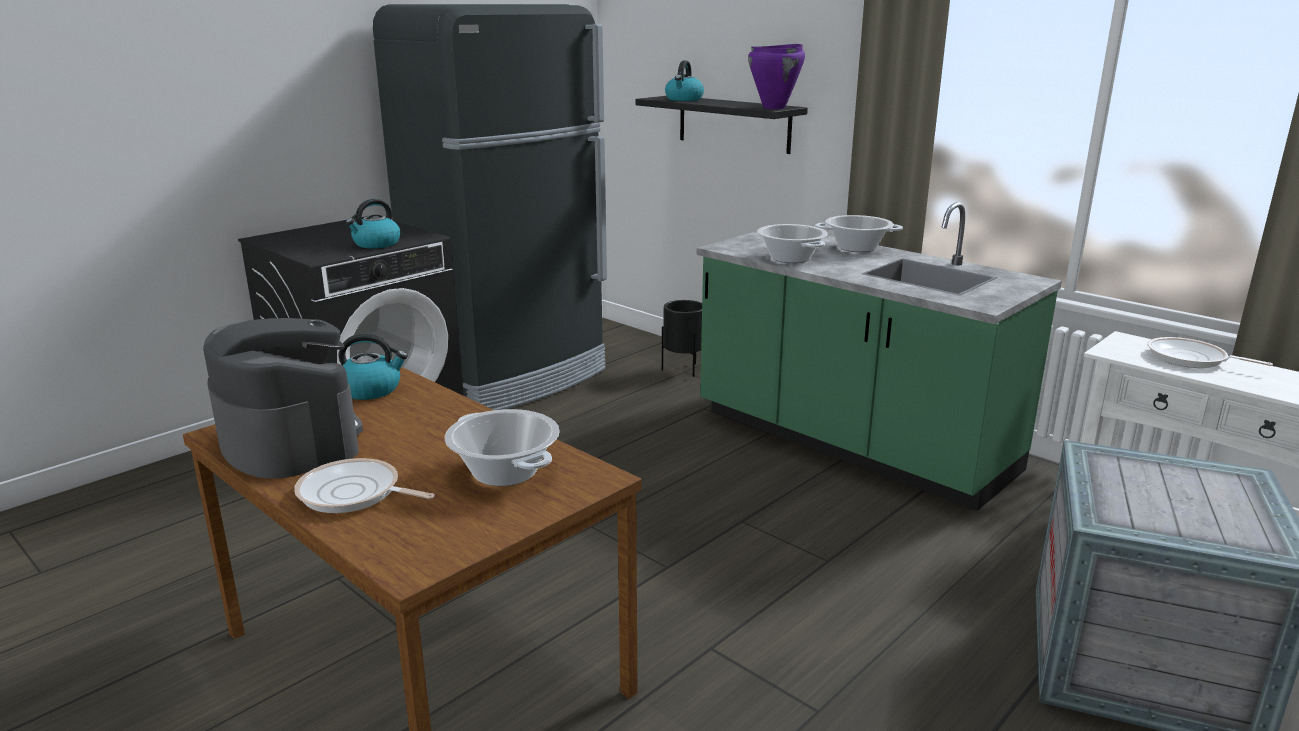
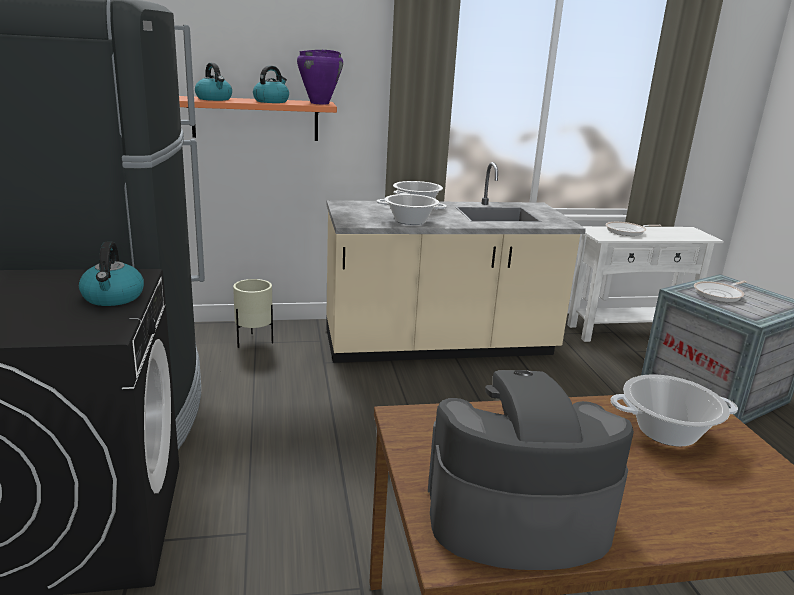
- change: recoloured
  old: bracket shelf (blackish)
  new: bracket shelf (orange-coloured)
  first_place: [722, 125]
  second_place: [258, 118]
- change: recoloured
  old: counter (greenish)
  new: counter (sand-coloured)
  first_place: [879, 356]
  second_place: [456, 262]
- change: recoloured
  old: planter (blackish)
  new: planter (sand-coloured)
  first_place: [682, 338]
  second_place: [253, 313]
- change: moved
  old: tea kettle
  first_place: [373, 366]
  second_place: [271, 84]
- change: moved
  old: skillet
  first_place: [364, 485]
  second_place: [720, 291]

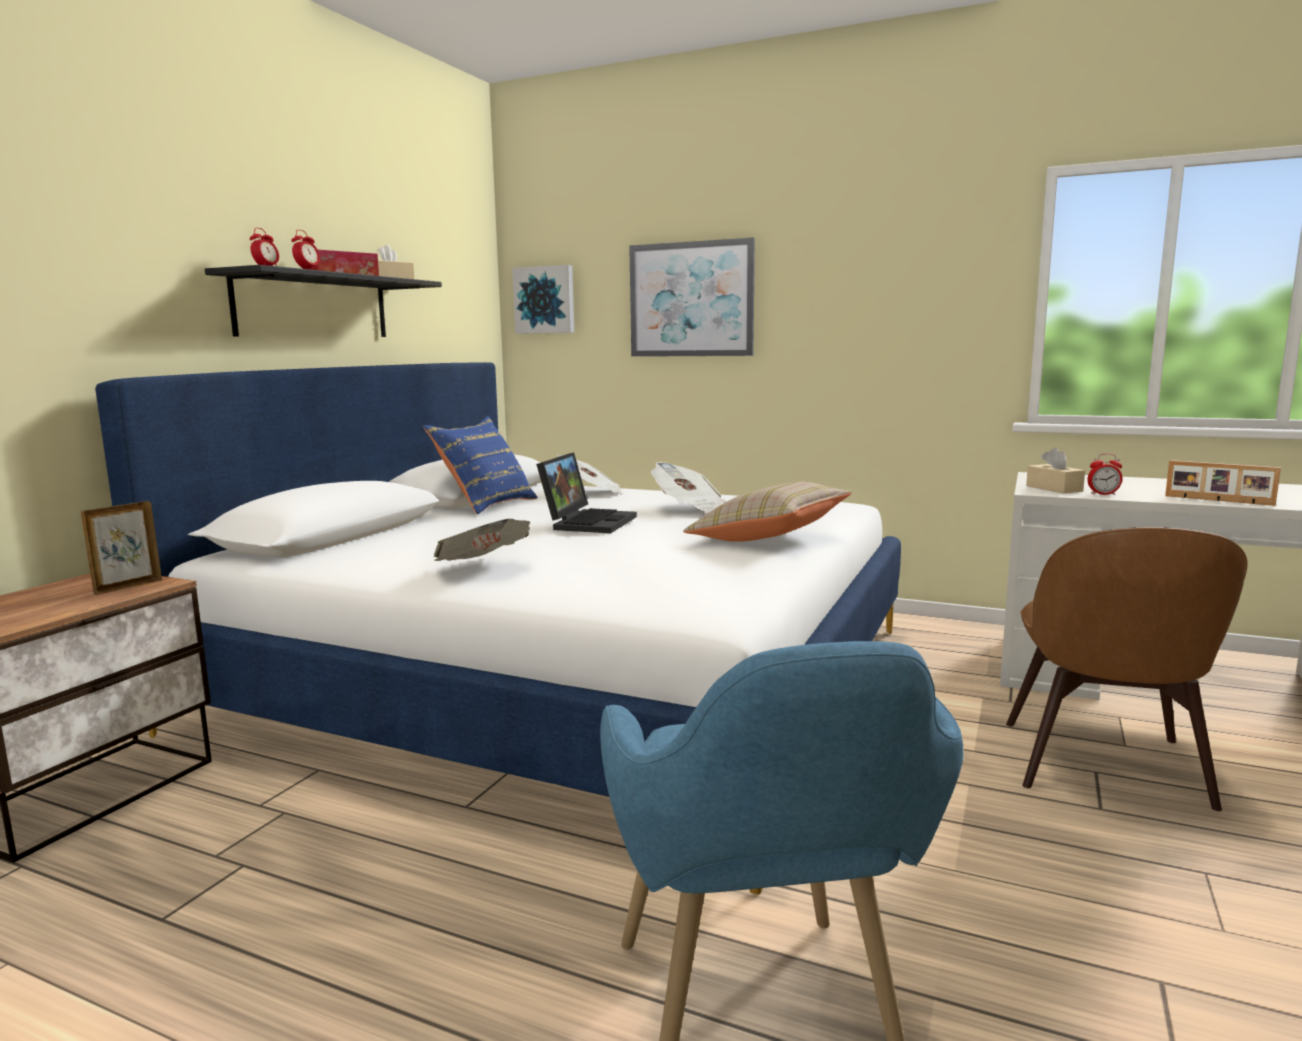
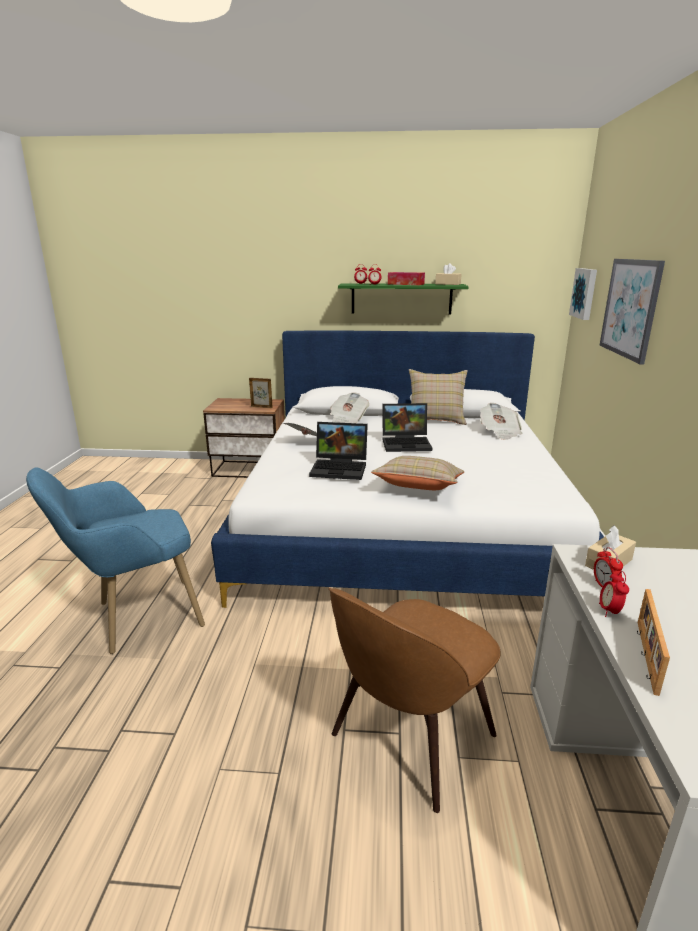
- change: recoloured
  old: bracket shelf (blackish)
  new: bracket shelf (greenish)
  first_place: [323, 301]
  second_place: [403, 298]
- change: recoloured
  old: pillow (blue)
  new: pillow (sand-coloured)
  first_place: [480, 465]
  second_place: [438, 397]
- change: moved
  old: newspaper
  first_place: [688, 487]
  second_place: [349, 407]
- change: turned
  old: plain chair (brownish)
  first_place: [1127, 669]
  second_place: [414, 700]
  degrees: -45
- change: added
  new: laptop
  second_place: [338, 451]
- change: added
  new: bedside clock
  second_place: [614, 594]

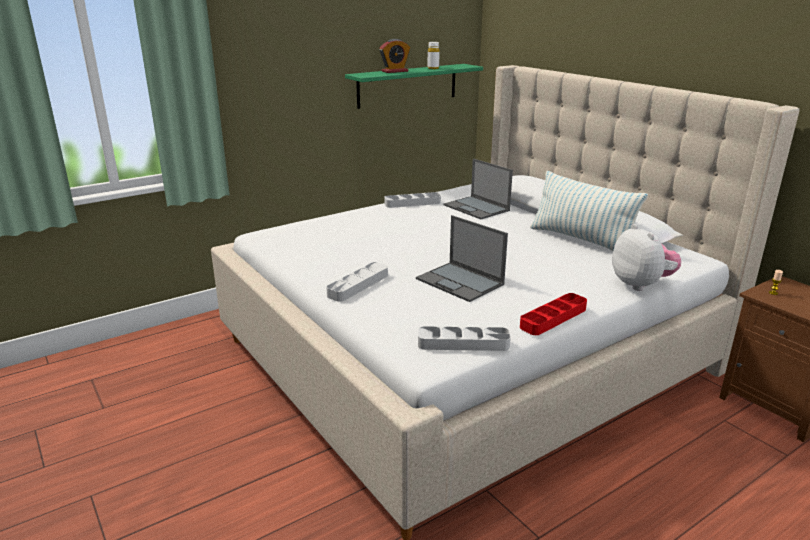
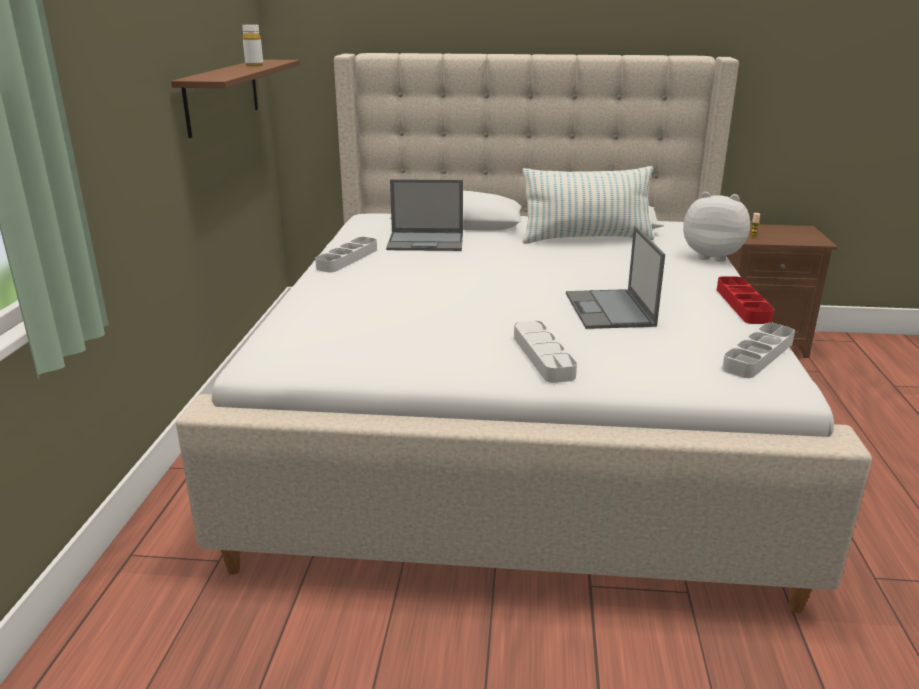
- change: removed
  old: bedside clock
  first_place: [394, 56]
- change: recoloured
  old: bracket shelf (greenish)
  new: bracket shelf (brownish)
  first_place: [414, 86]
  second_place: [235, 99]
- change: turned
  old: laptop
  first_place: [462, 258]
  second_place: [615, 277]
  degrees: 90

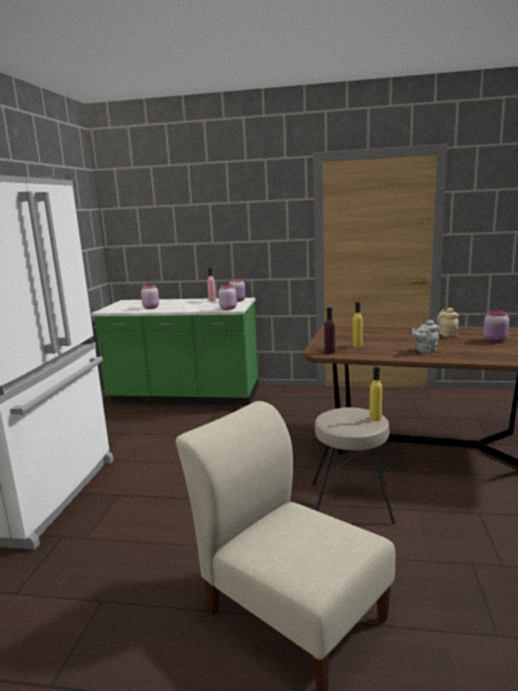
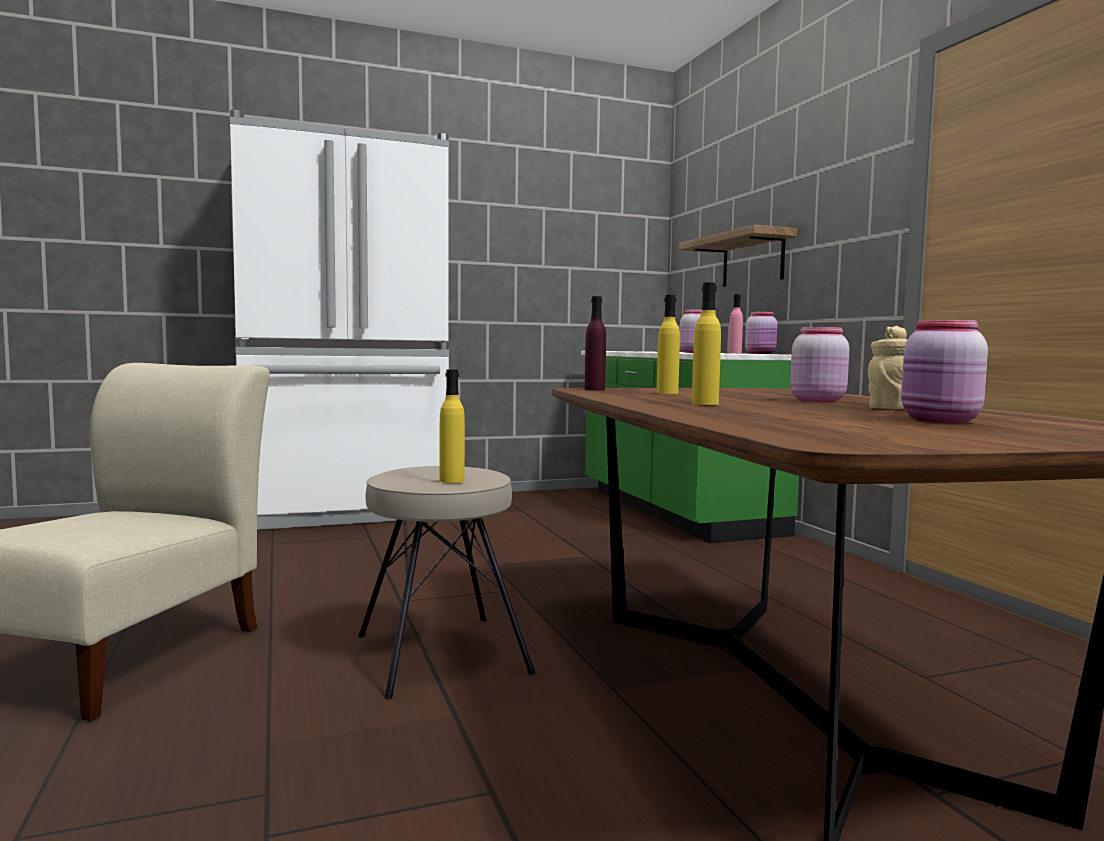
- change: moved
  old: preserve jar (pinkish)
  first_place: [150, 297]
  second_place: [819, 364]
- change: replaced
  old: tea pot (greyish)
  new: drink bottle (yellowish)
  first_place: [425, 336]
  second_place: [706, 343]
- change: added
  new: bracket shelf
  second_place: [738, 256]

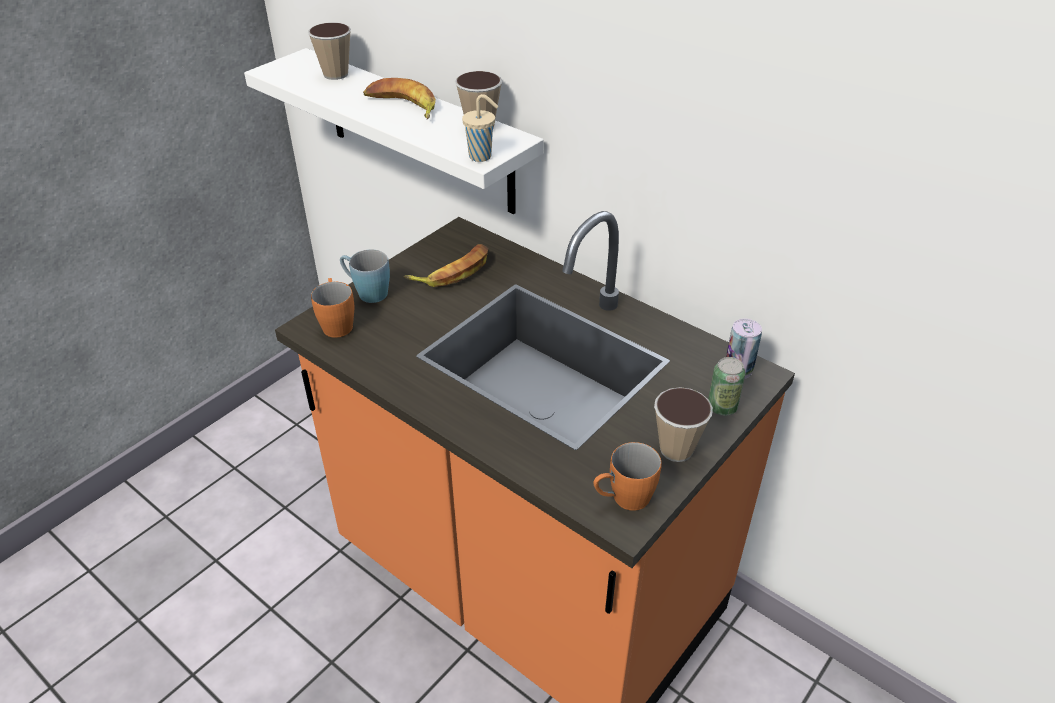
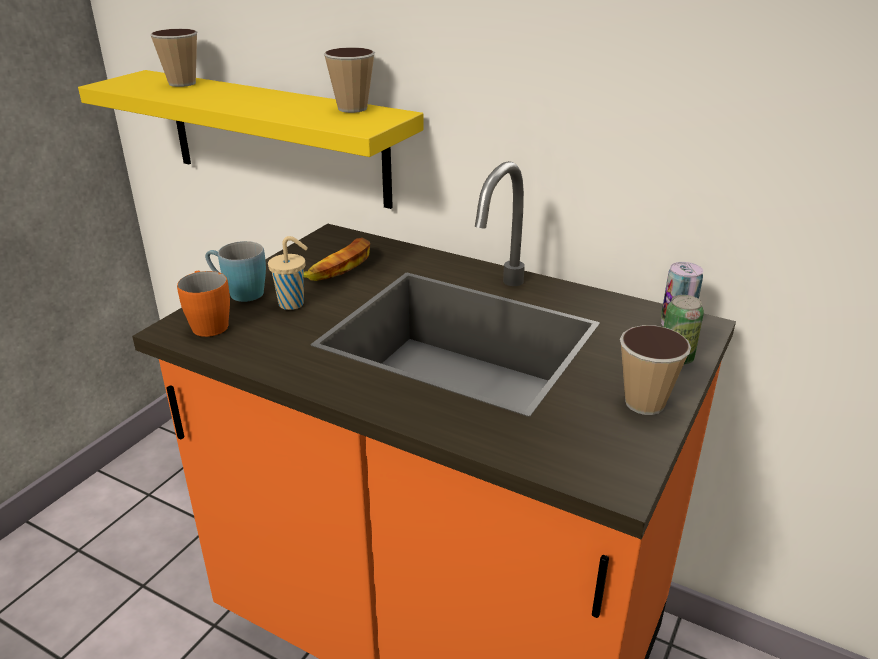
- change: recoloured
  old: bracket shelf (white)
  new: bracket shelf (yellowish)
  first_place: [393, 131]
  second_place: [251, 139]
- change: removed
  old: banana
  first_place: [399, 98]
- change: moved
  old: small cup (sand-coloured)
  first_place: [480, 128]
  second_place: [288, 273]
- change: removed
  old: mug (orange-coloured)
  first_place: [628, 476]

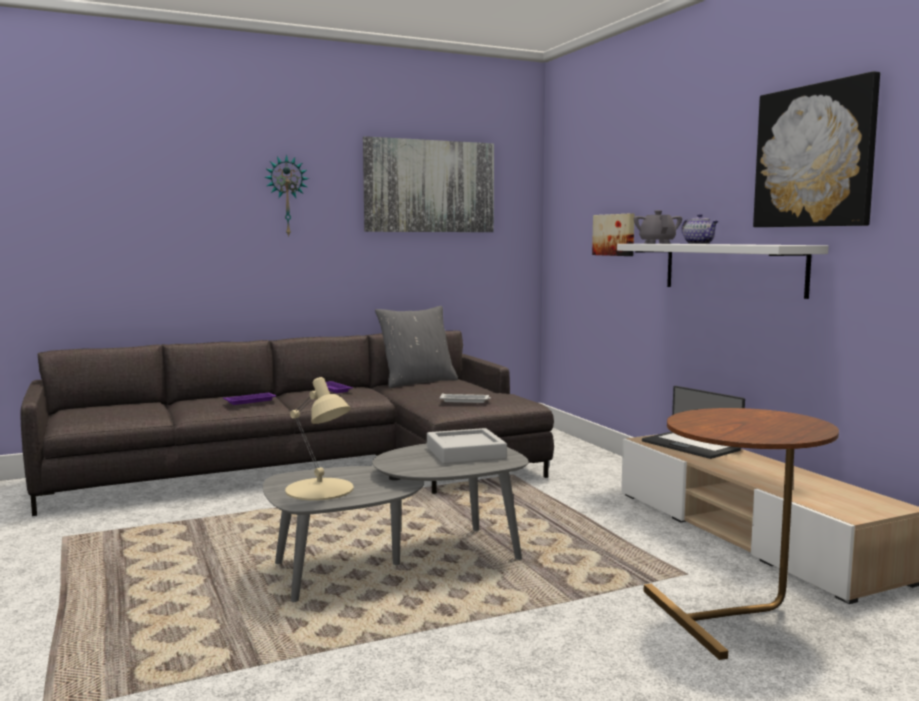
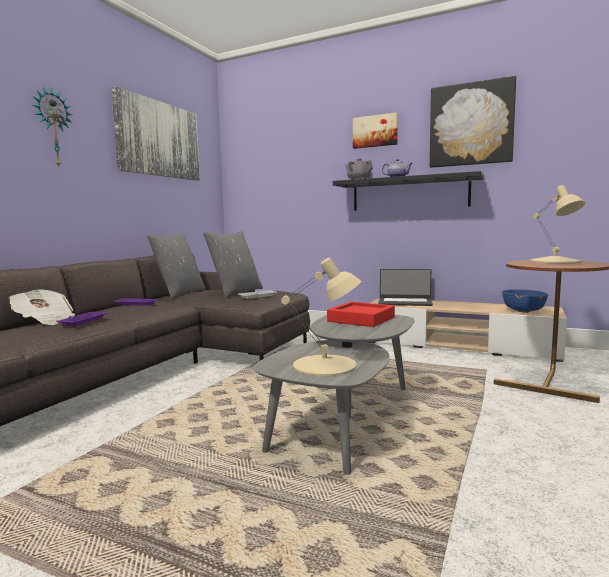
- change: moved
  old: wall art
  first_place: [613, 234]
  second_place: [375, 130]
- change: recoloured
  old: bracket shelf (white)
  new: bracket shelf (blackish)
  first_place: [723, 271]
  second_place: [408, 190]
- change: recoloured
  old: serving tray (greyish)
  new: serving tray (red-coloured)
  first_place: [467, 446]
  second_place: [361, 314]
- change: added
  new: tabletop lamp (sand-coloured)
  second_place: [557, 224]
- change: added
  new: pillow (greyish)
  second_place: [233, 264]
- change: added
  new: newspaper
  second_place: [42, 307]
- change: added
  new: bowl (blue)
  second_place: [525, 301]

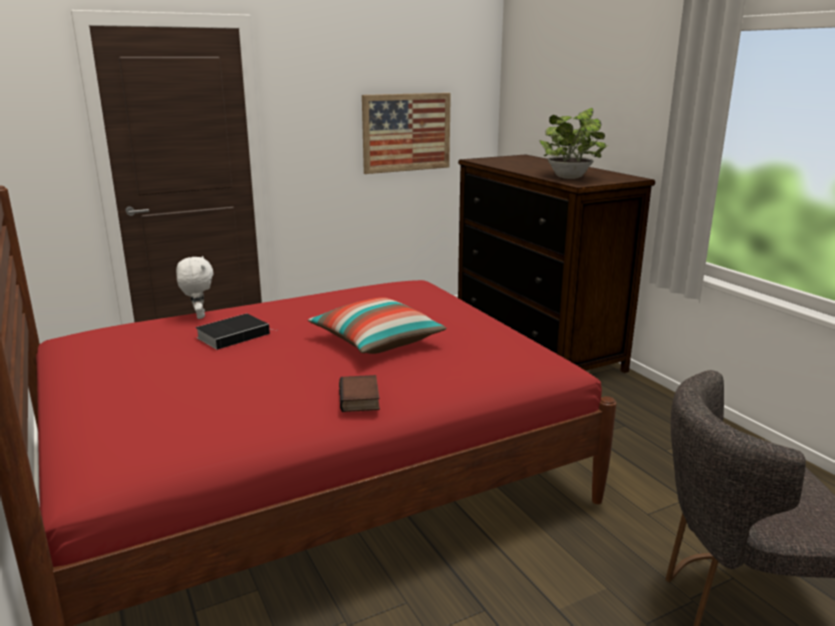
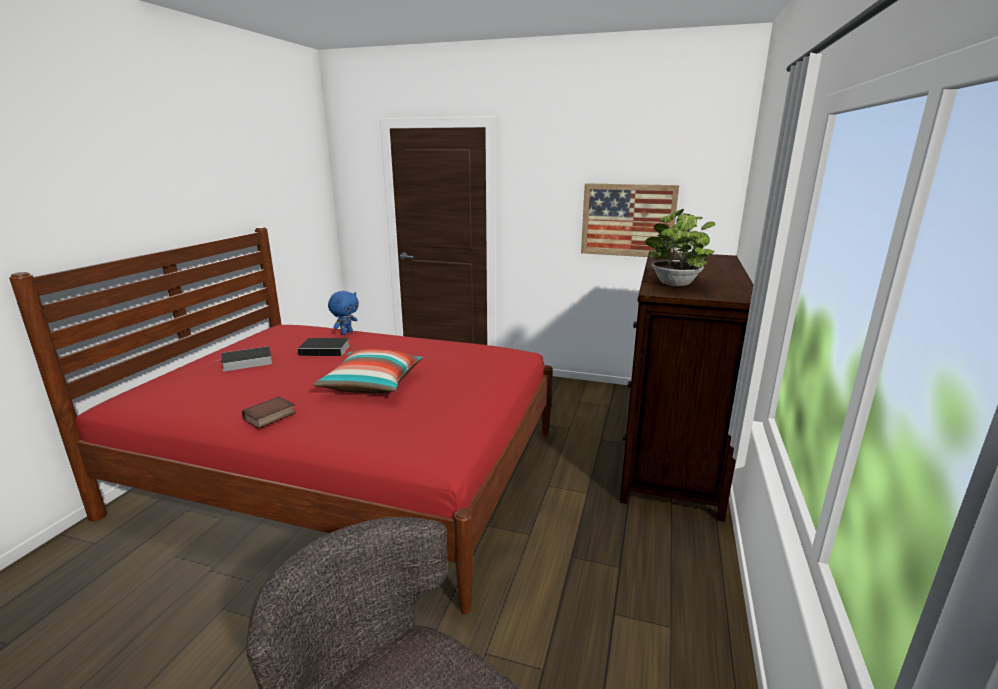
- change: recoloured
  old: plush toy (white)
  new: plush toy (blue)
  first_place: [194, 287]
  second_place: [343, 313]
- change: added
  new: volume
  second_place: [242, 359]

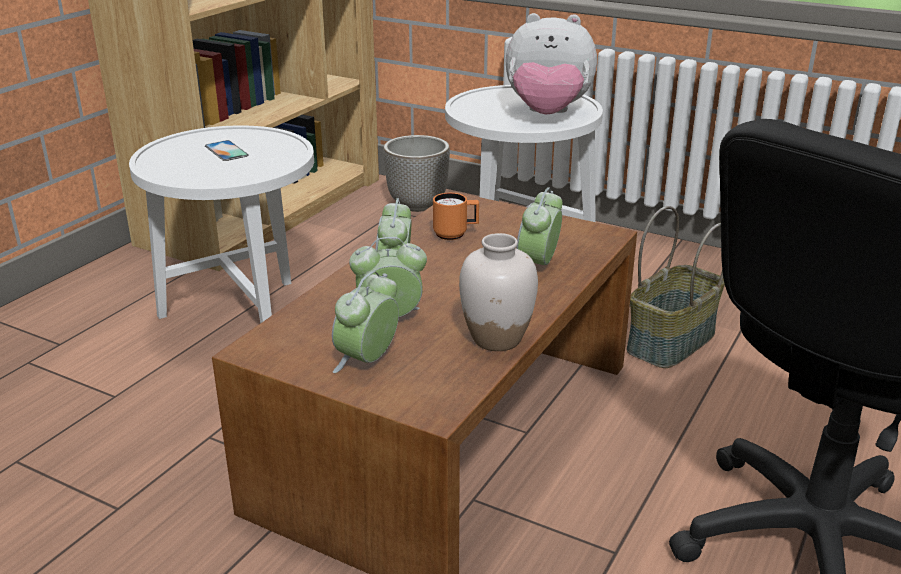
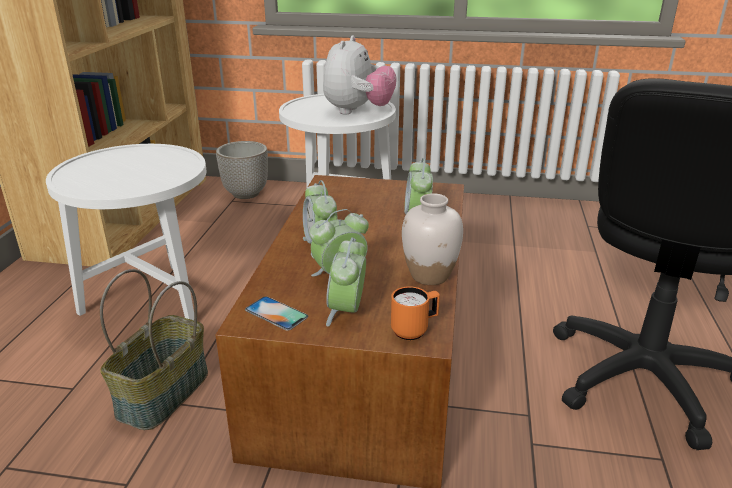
- change: turned
  old: plush toy
  first_place: [551, 64]
  second_place: [360, 74]
  degrees: -60
- change: moved
  old: phone
  first_place: [227, 150]
  second_place: [276, 313]
- change: moved
  old: mug (orange-coloured)
  first_place: [456, 216]
  second_place: [415, 313]
- change: moved
  old: basket
  first_place: [676, 287]
  second_place: [154, 349]

